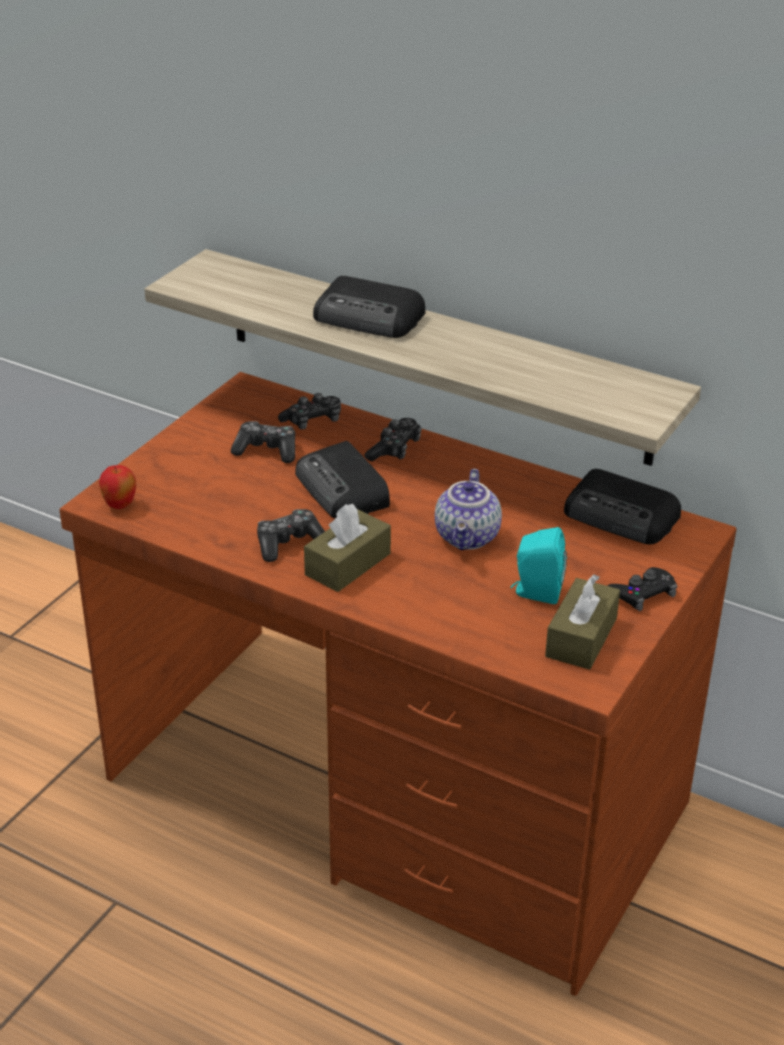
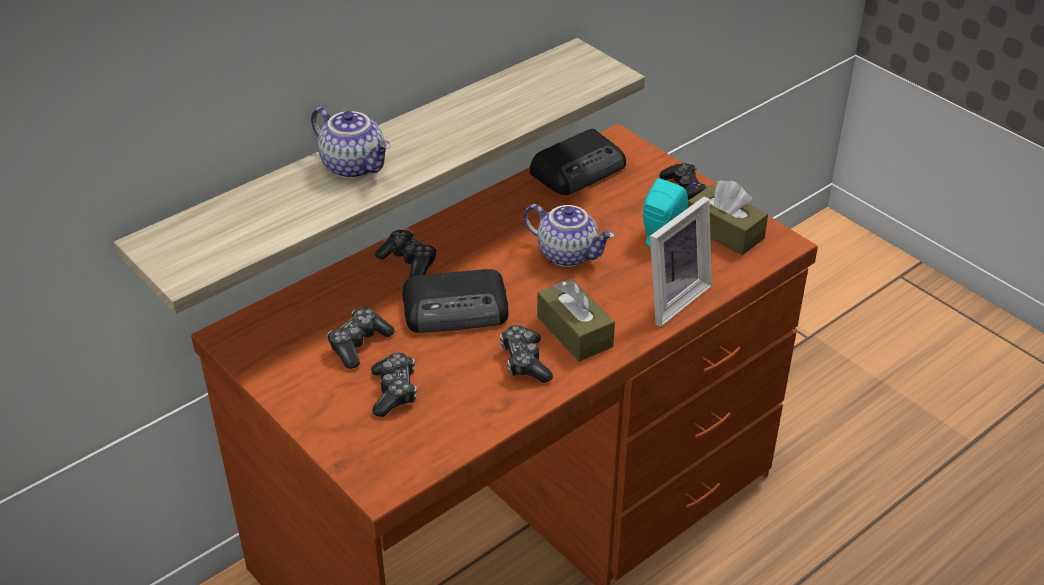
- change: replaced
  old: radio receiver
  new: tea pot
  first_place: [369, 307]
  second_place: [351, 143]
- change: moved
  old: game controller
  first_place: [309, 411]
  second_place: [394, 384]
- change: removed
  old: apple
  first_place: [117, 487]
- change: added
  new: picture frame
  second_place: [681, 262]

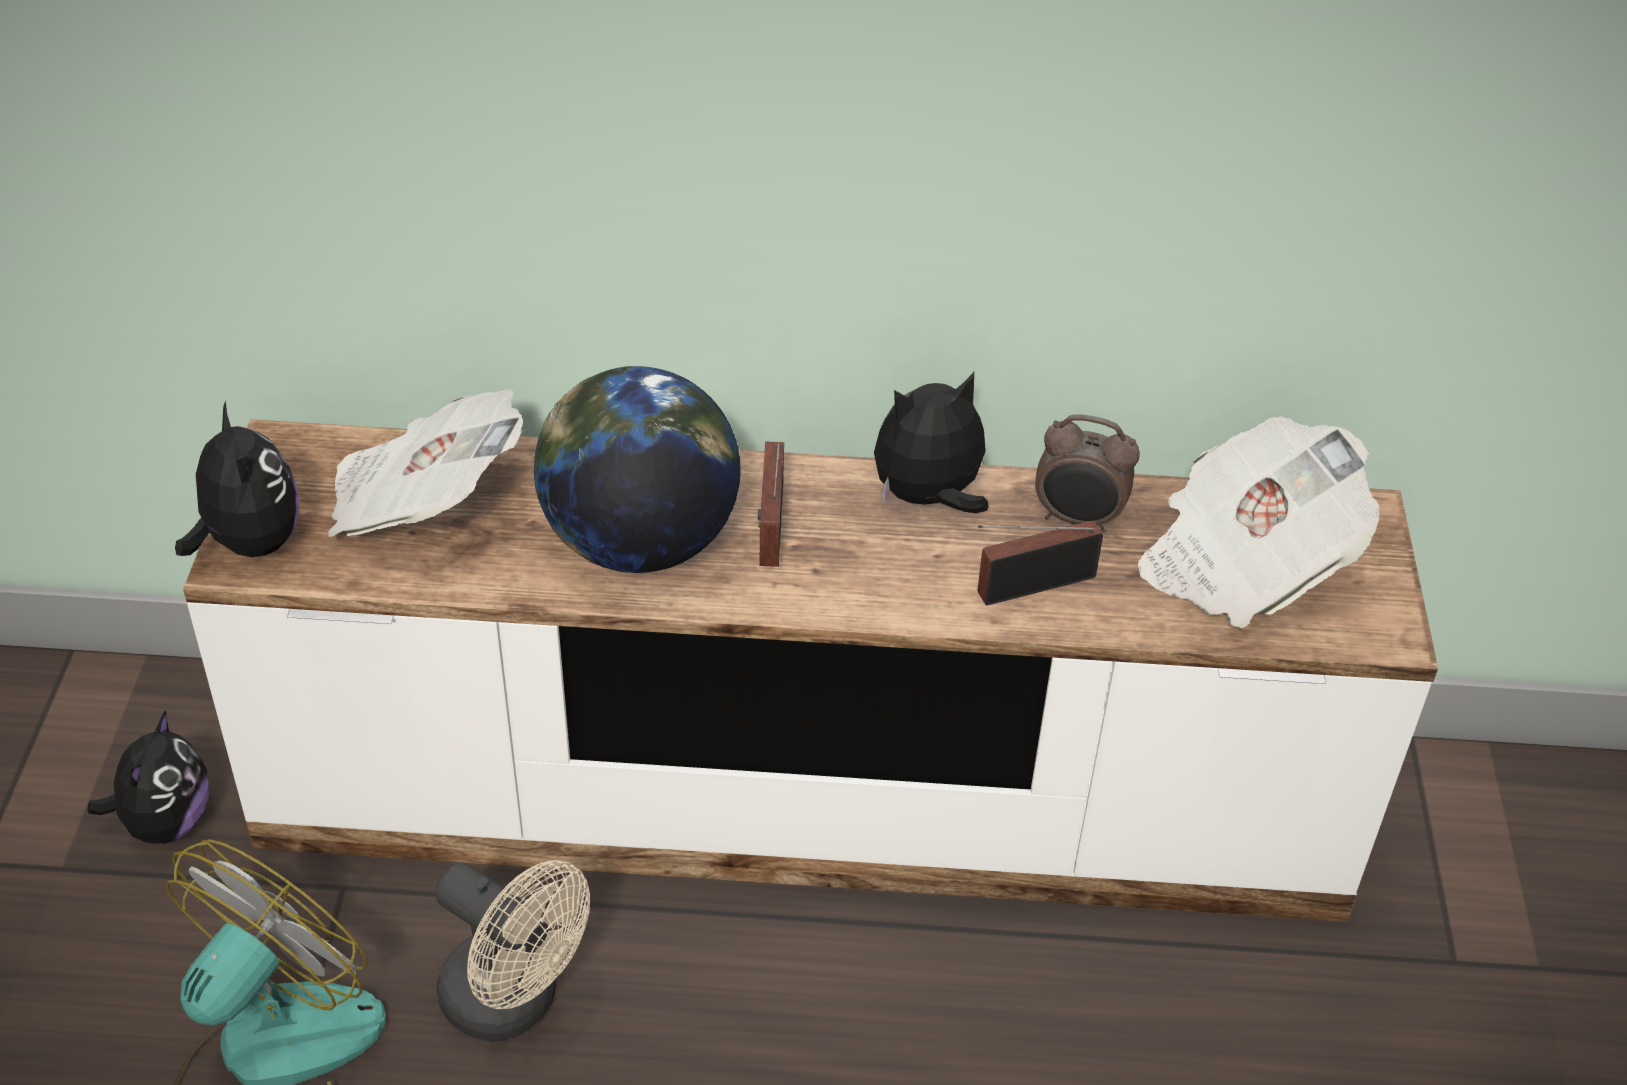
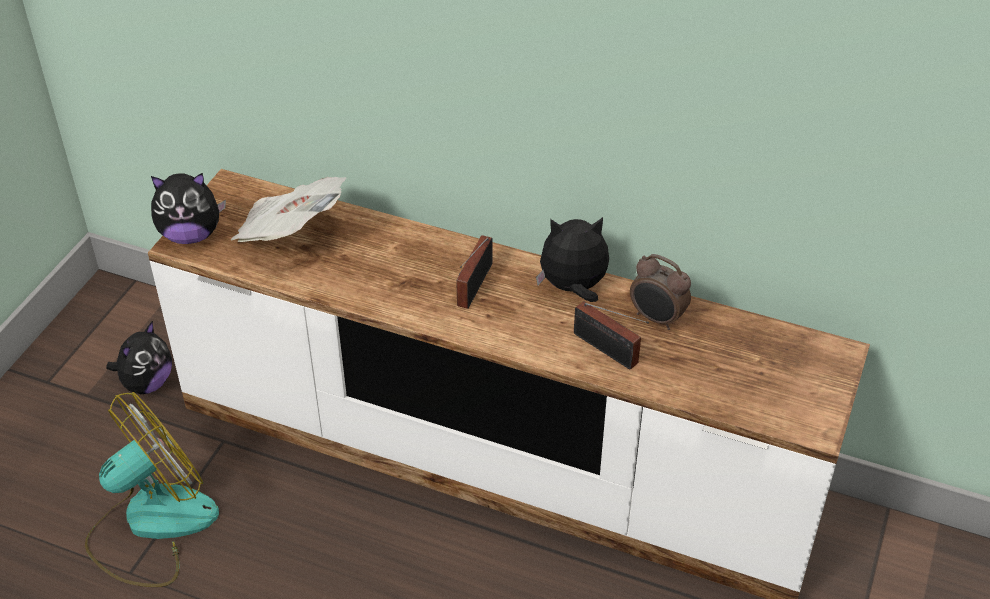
- change: removed
  old: desk globe
  first_place: [637, 469]
- change: turned
  old: plush toy
  first_place: [237, 479]
  second_place: [188, 208]
  degrees: 90
- change: removed
  old: newspaper
  first_place: [1259, 522]
- change: turned
  old: radio receiver
  first_place: [1040, 563]
  second_place: [611, 335]
  degrees: -135
- change: removed
  old: electric fan (sand-coloured)
  first_place: [513, 950]

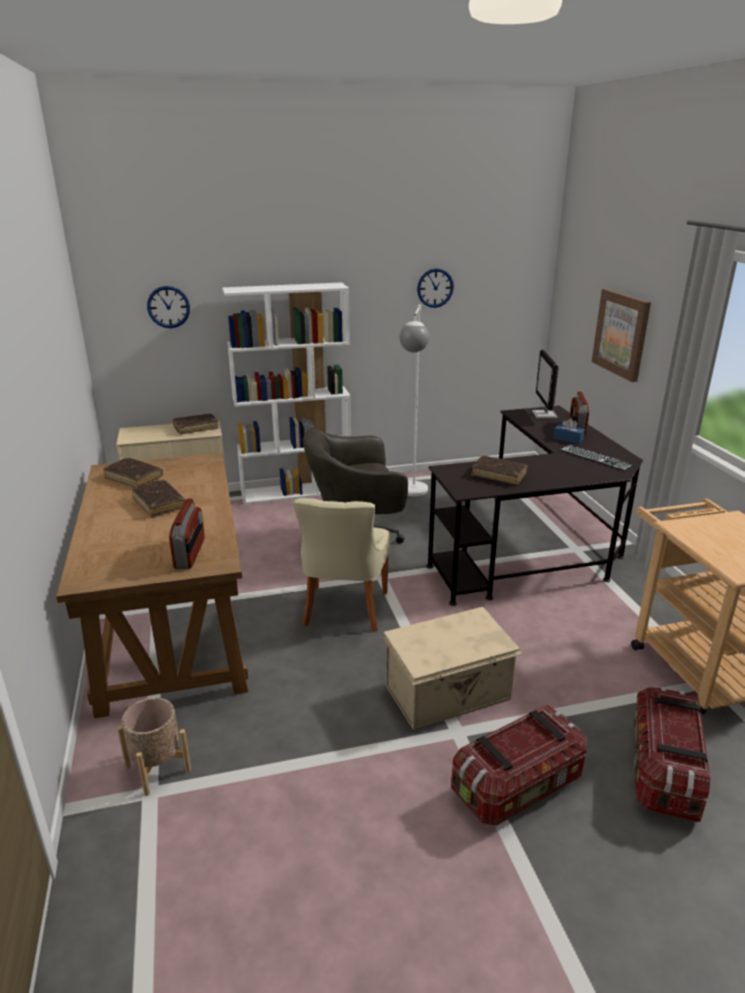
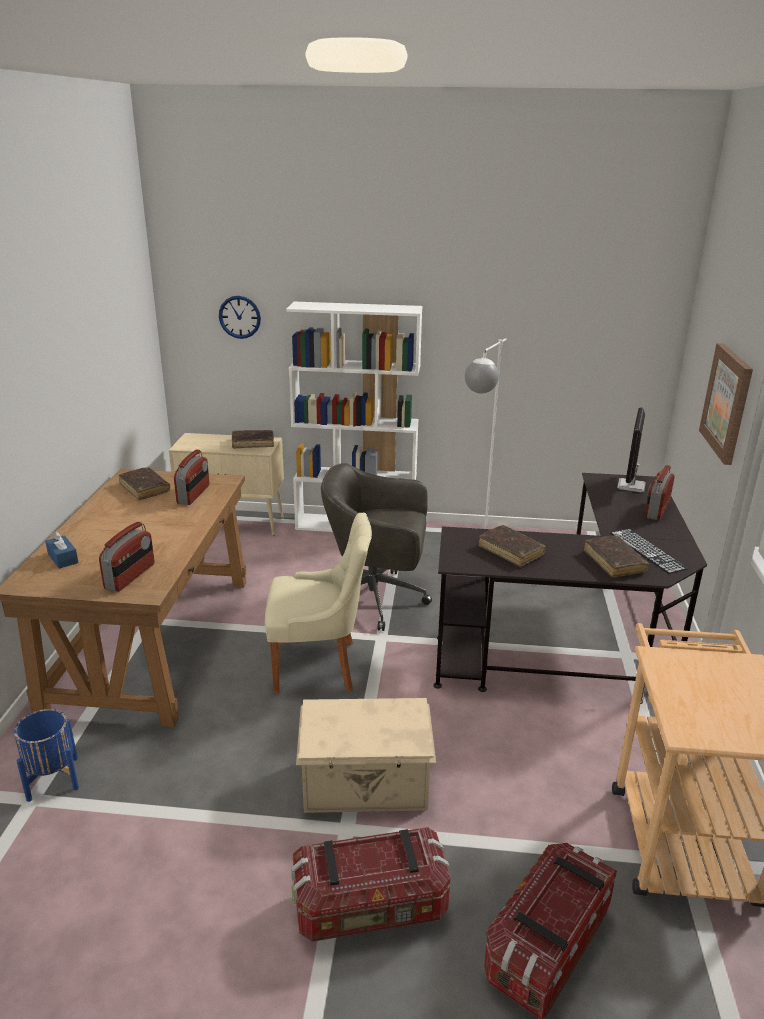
- change: removed
  old: clock on the wall
  first_place: [435, 288]
- change: moved
  old: tissue box (blue)
  first_place: [569, 431]
  second_place: [62, 550]
- change: moved
  old: volume (brownish)
  first_place: [159, 499]
  second_place: [616, 557]
- change: turned
  old: plain chair (sand-coloured)
  first_place: [341, 565]
  second_place: [318, 603]
  degrees: -120
- change: recoloured
  old: planter (sand-coloured)
  new: planter (blue)
  first_place: [154, 747]
  second_place: [46, 755]
- change: added
  new: radio receiver
  second_place: [191, 477]

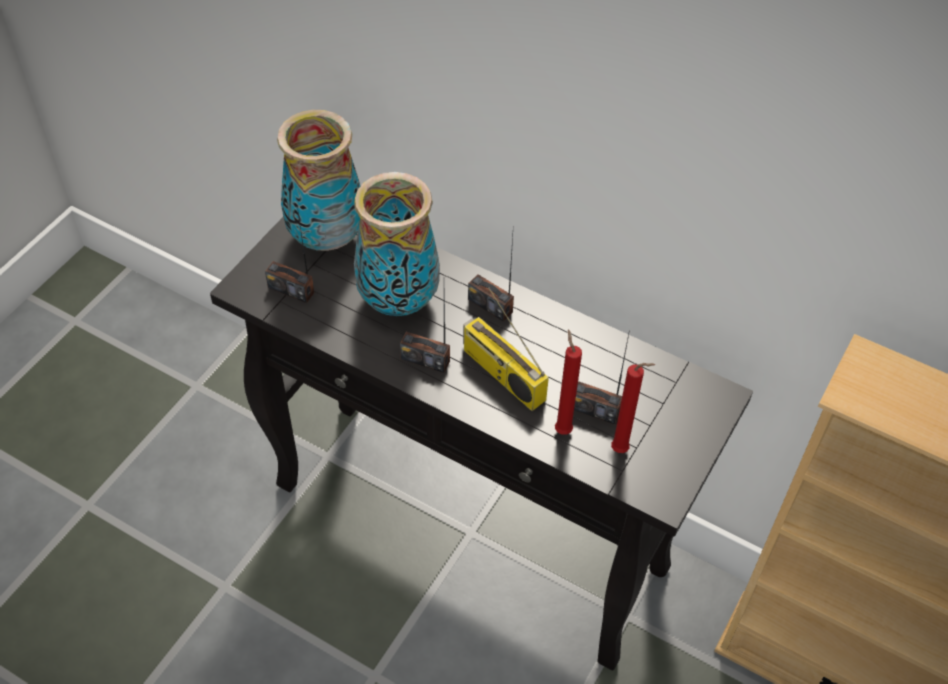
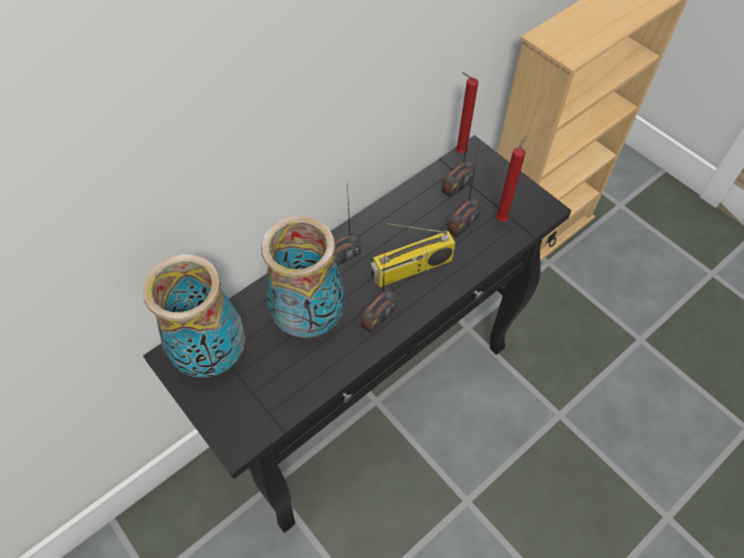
- change: moved
  old: radio receiver
  first_place: [289, 254]
  second_place: [458, 153]
- change: moved
  old: candle (red-coloured)
  first_place: [568, 382]
  second_place: [467, 113]

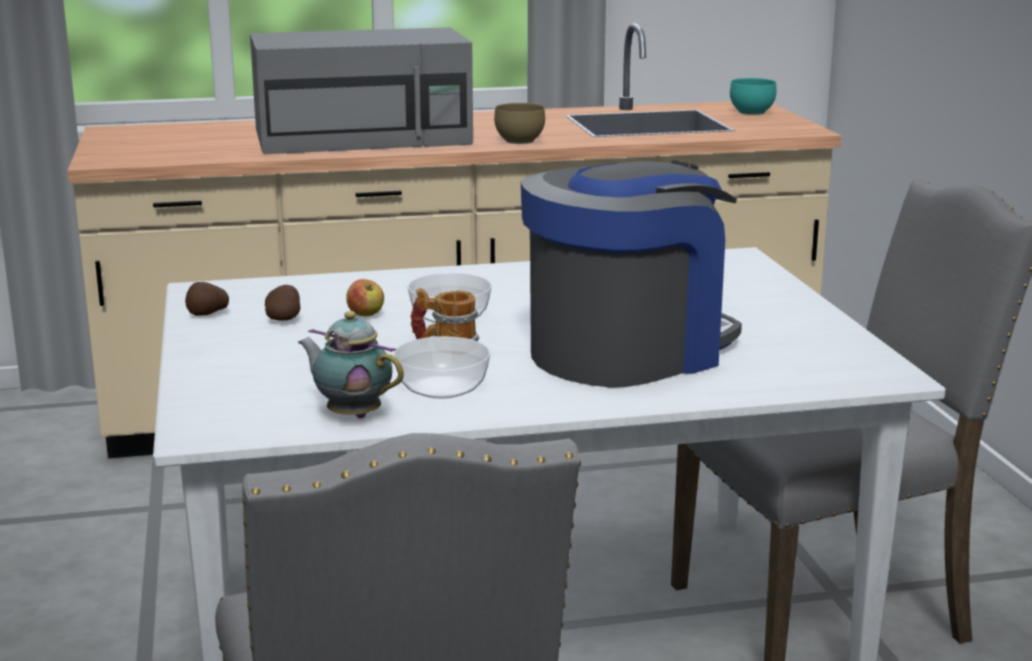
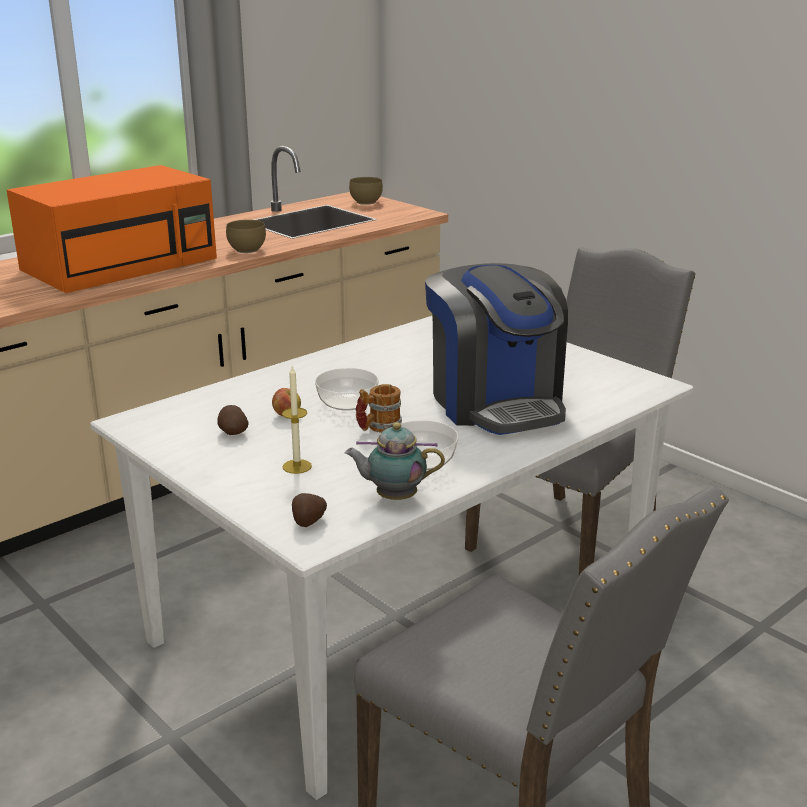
- change: recoloured
  old: microwave oven (greyish)
  new: microwave oven (orange-coloured)
  first_place: [361, 90]
  second_place: [111, 229]
- change: recoloured
  old: bowl (blue-green)
  new: bowl (brownish)
  first_place: [753, 96]
  second_place: [366, 191]
- change: turned
  old: coffee machine
  first_place: [631, 273]
  second_place: [496, 349]
  degrees: 135
- change: moved
  old: whole potato
  first_place: [207, 299]
  second_place: [309, 510]
- change: added
  new: candle
  second_place: [297, 420]

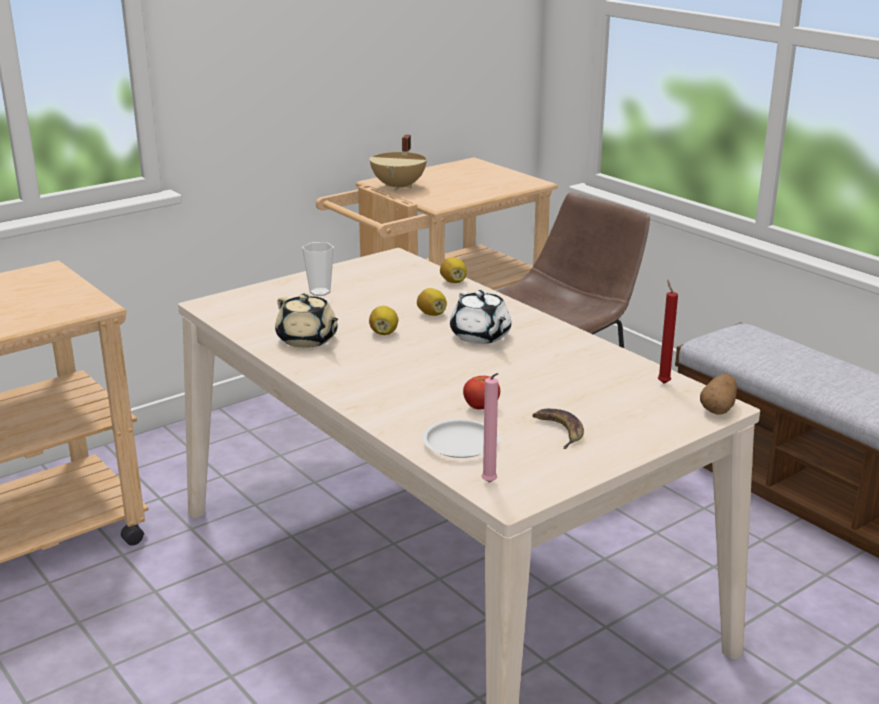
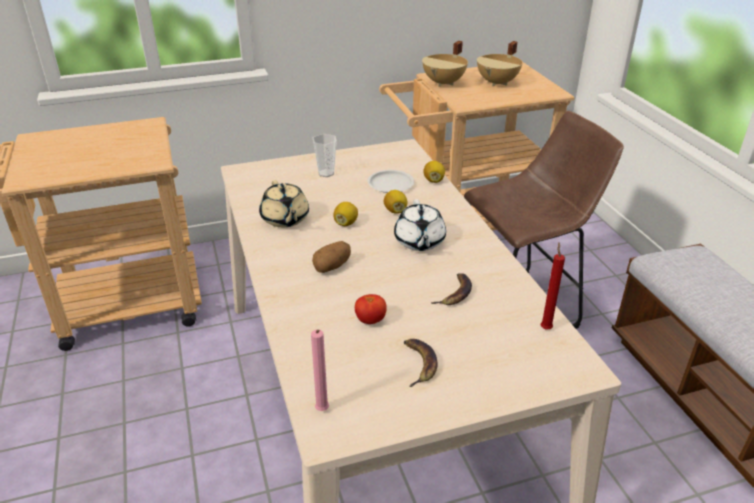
- change: moved
  old: whole potato
  first_place: [718, 394]
  second_place: [331, 257]
- change: moved
  old: flat dish (white)
  first_place: [460, 438]
  second_place: [390, 181]
- change: added
  new: cooking pot (sand-coloured)
  second_place: [500, 63]
- change: added
  new: banana
  second_place: [451, 289]

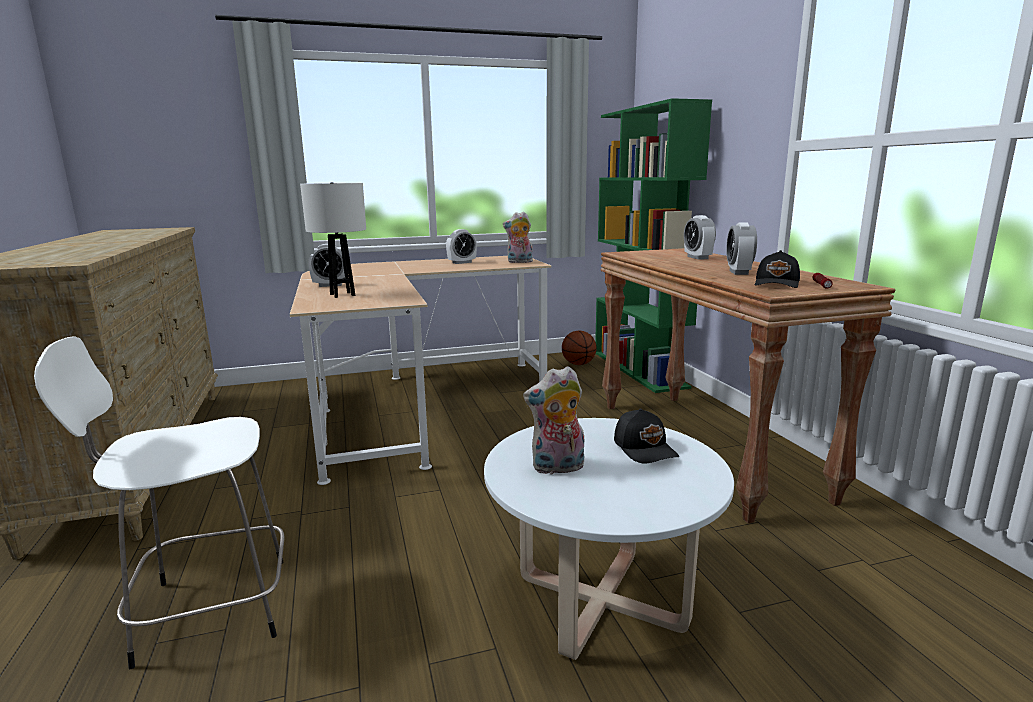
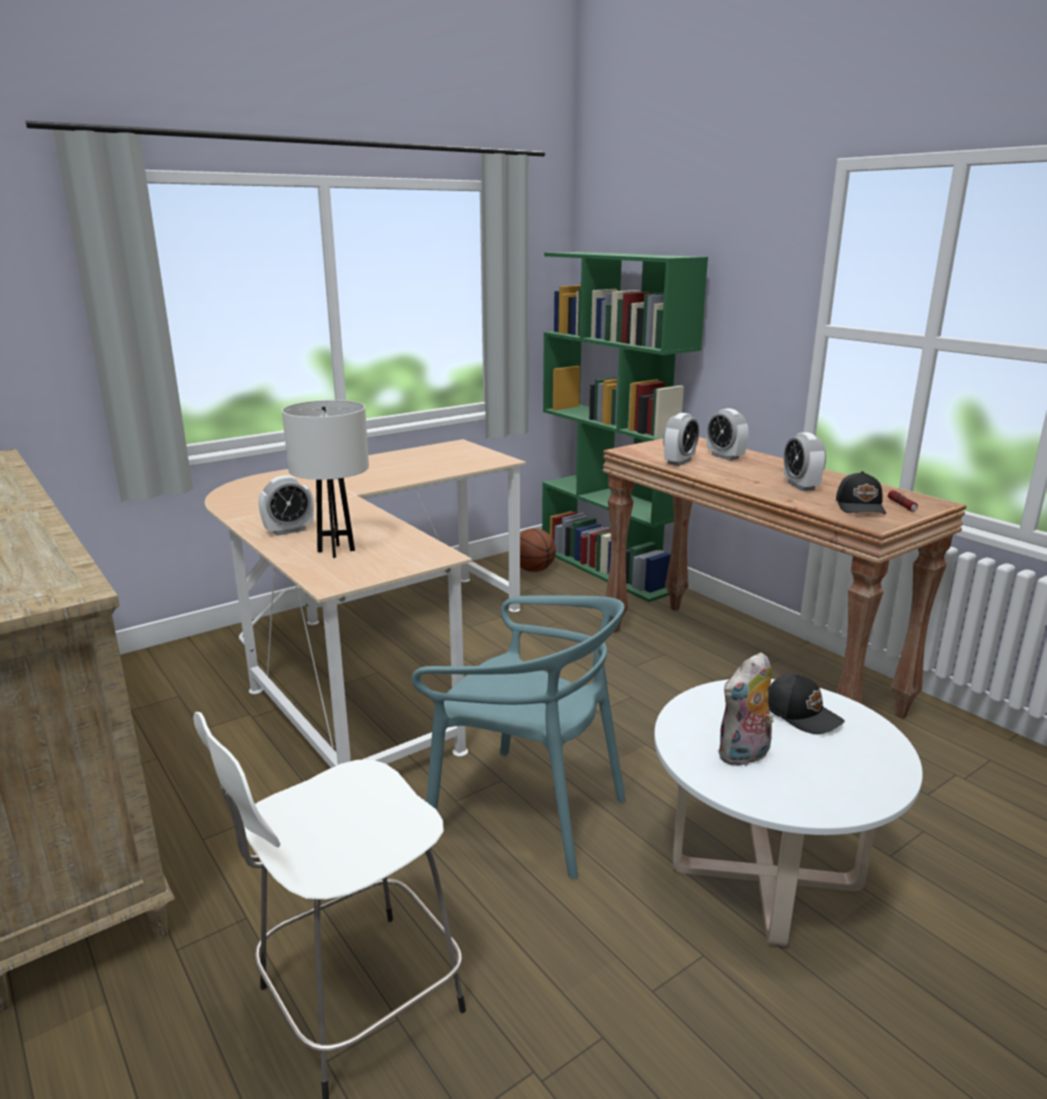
- change: removed
  old: plush toy
  first_place: [518, 237]
- change: moved
  old: bedside clock
  first_place: [461, 246]
  second_place: [681, 439]
- change: added
  new: plain chair (blue-green)
  second_place: [519, 737]

